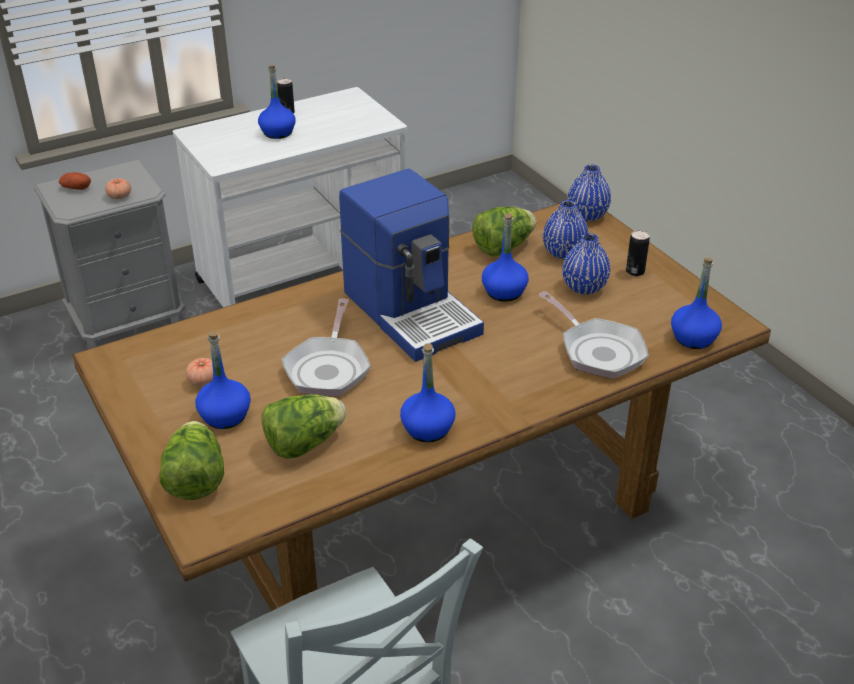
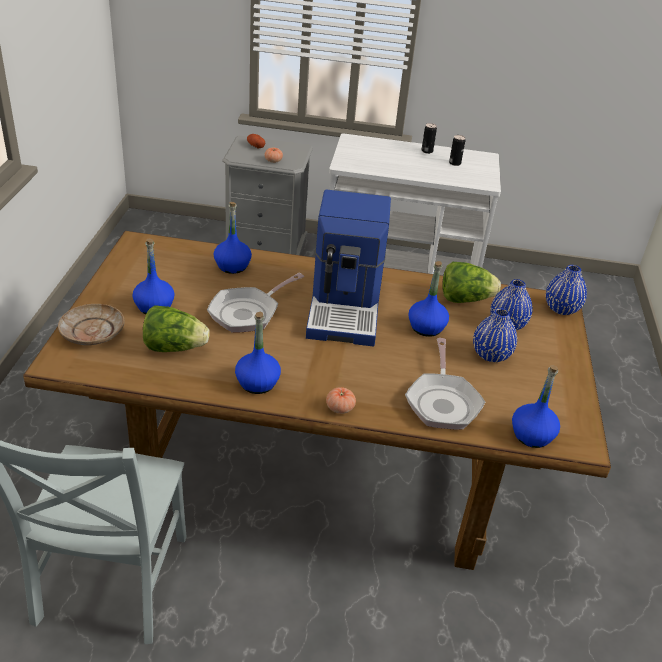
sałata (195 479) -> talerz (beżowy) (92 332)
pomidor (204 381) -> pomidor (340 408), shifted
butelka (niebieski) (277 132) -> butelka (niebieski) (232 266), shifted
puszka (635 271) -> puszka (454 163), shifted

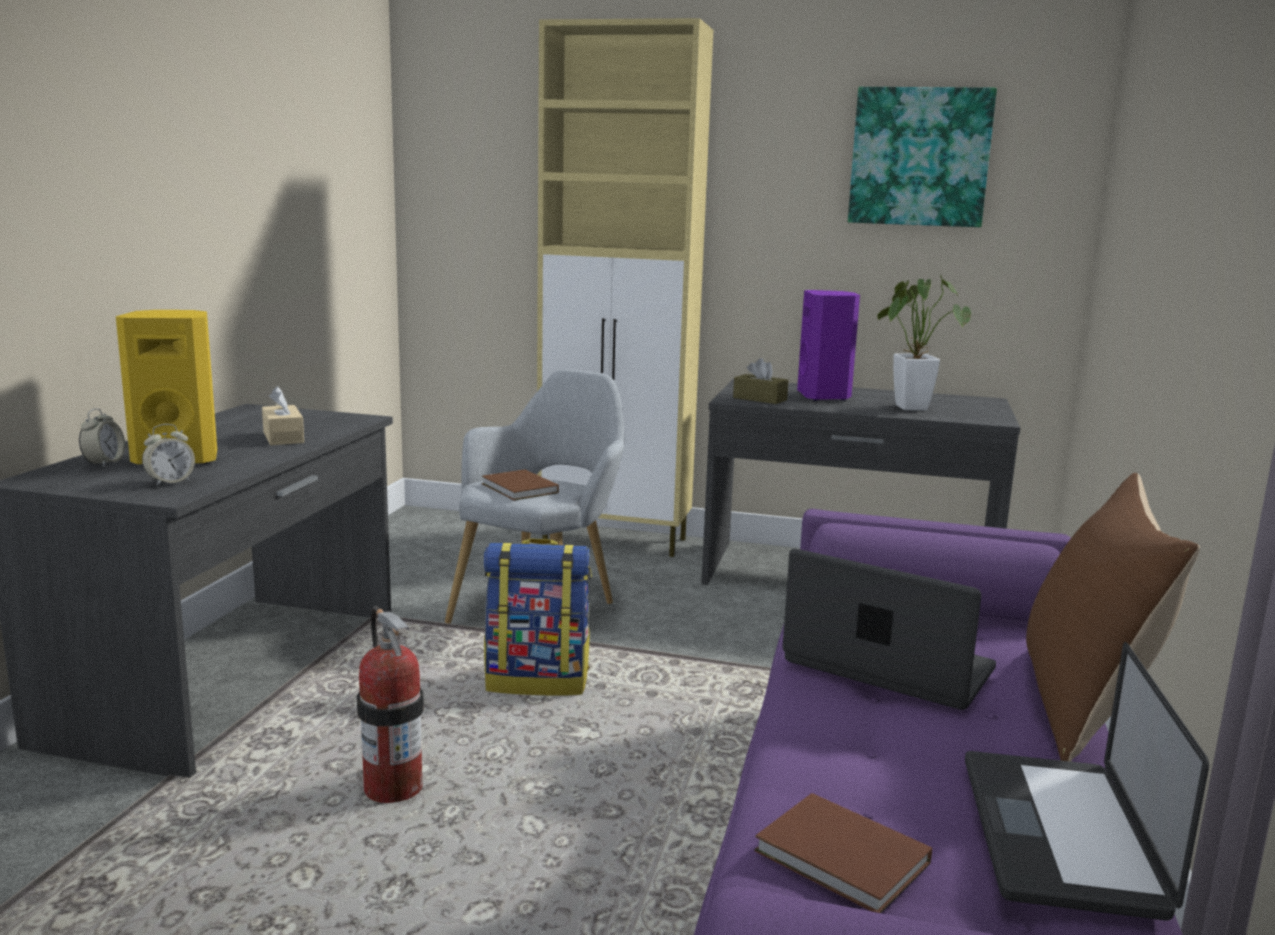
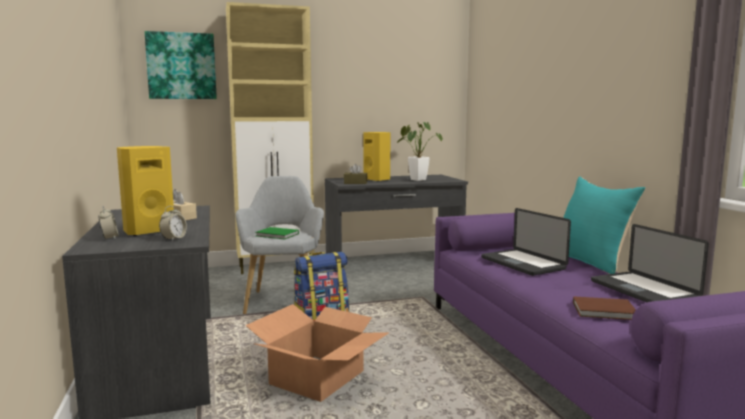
gaśnica (393 789) -> karton (318 378)
książka (brązowy) (519 489) -> książka (zielony) (277 235)
laptop (888 666) -> laptop (522 263), 120 degrees counterclockwise
głośnik (fioletowy) (824 396) -> głośnik (żółty) (378 180)
obraz (919 157) -> obraz (181 66), shifted
poduszka (brązowy) (1085 706) -> poduszka (turkusowy) (591 261)

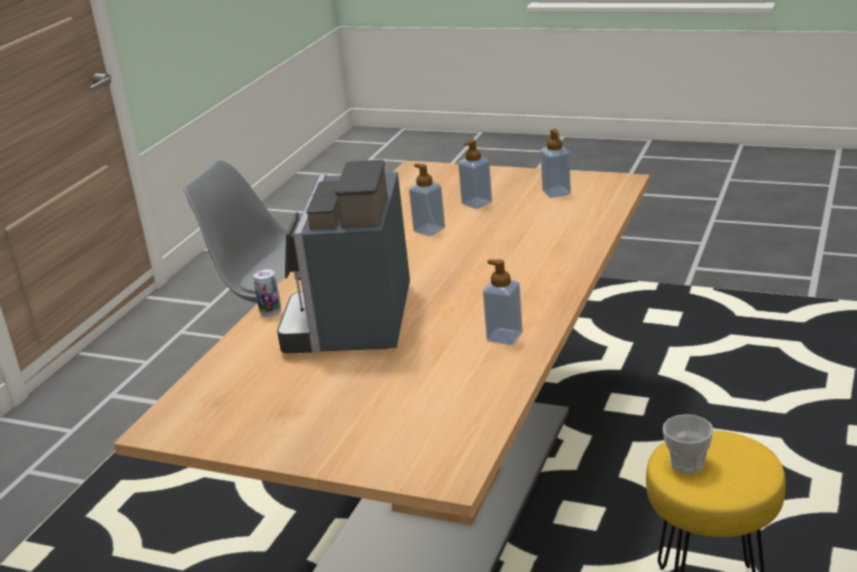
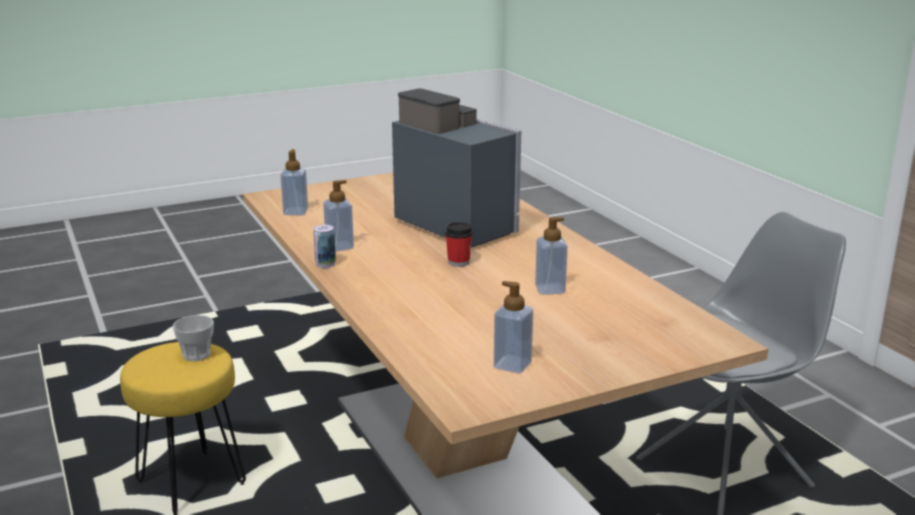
puszka (270 311) -> puszka (325 264), shifted
dozownik mydła (477 203) -> dozownik mydła (295 212), shifted
none -> filiżanka (458 262)

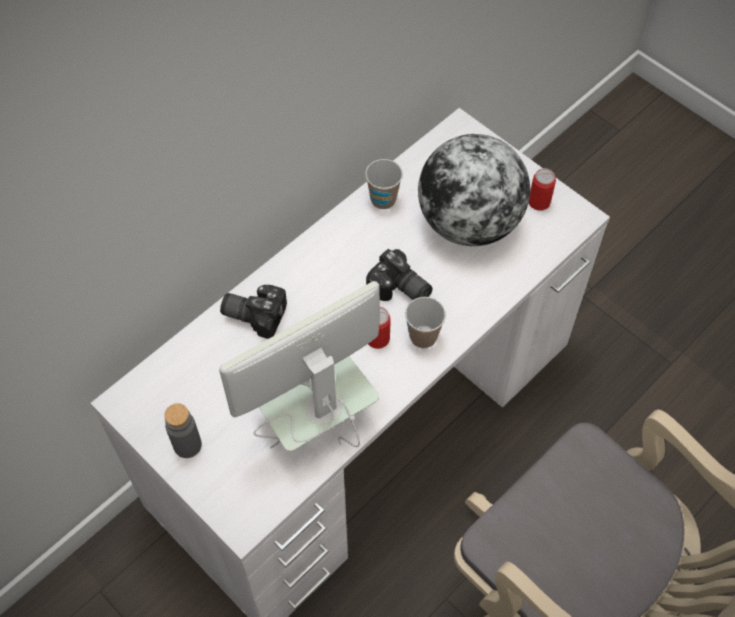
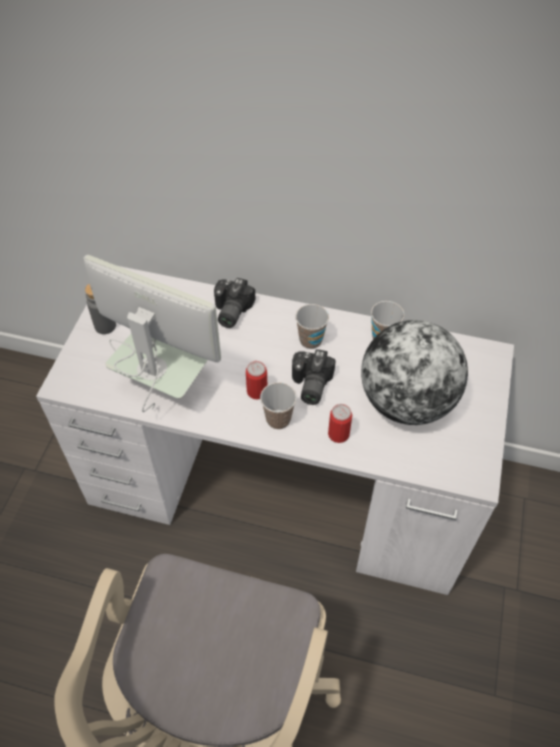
aparat fotograficzny (255 313) -> aparat fotograficzny (230 311), 150 degrees counterclockwise
puszka (539 202) -> puszka (338 434), shifted
none -> filiżanka (310 340)

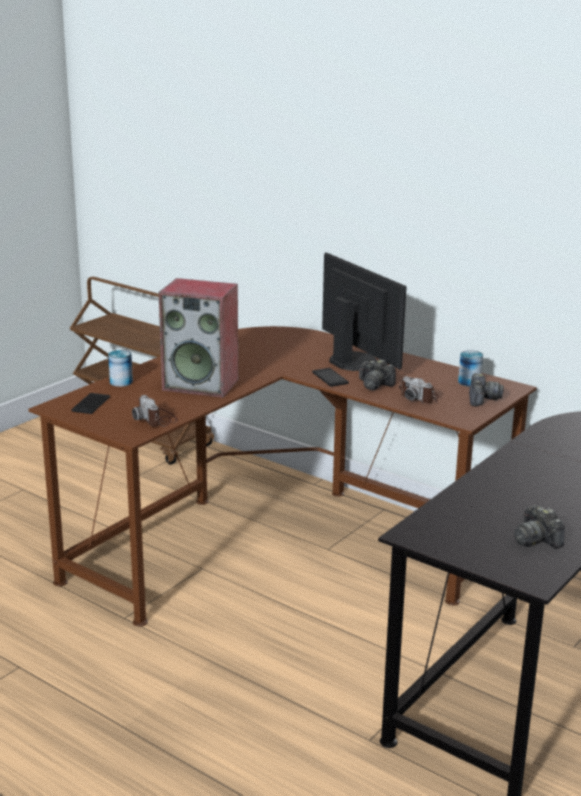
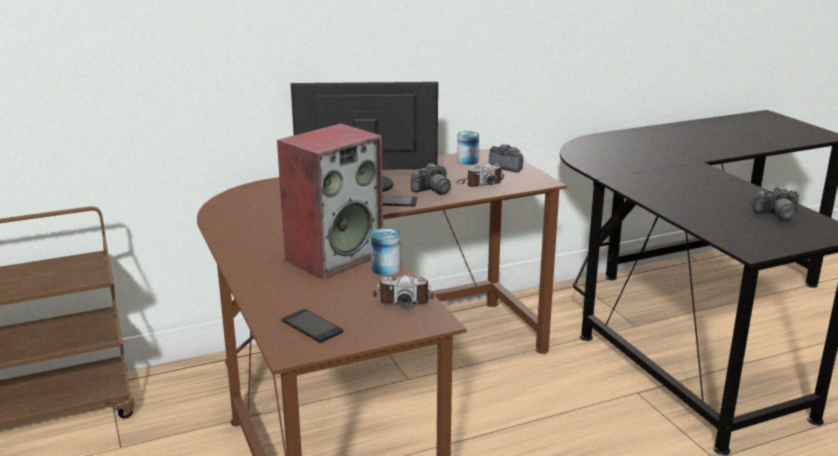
puszka (121 382) -> puszka (386 269), shifted

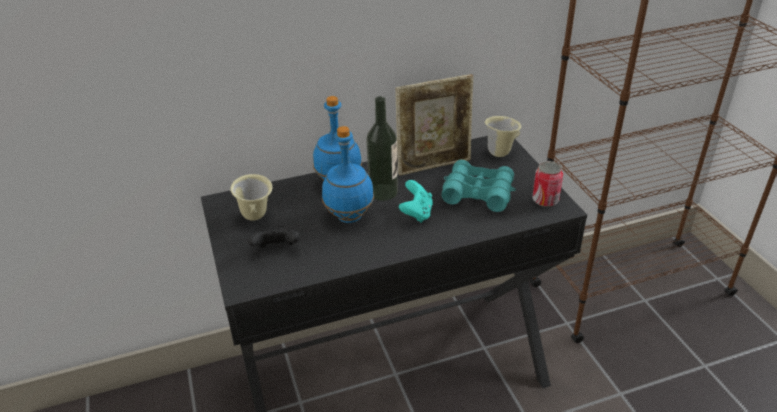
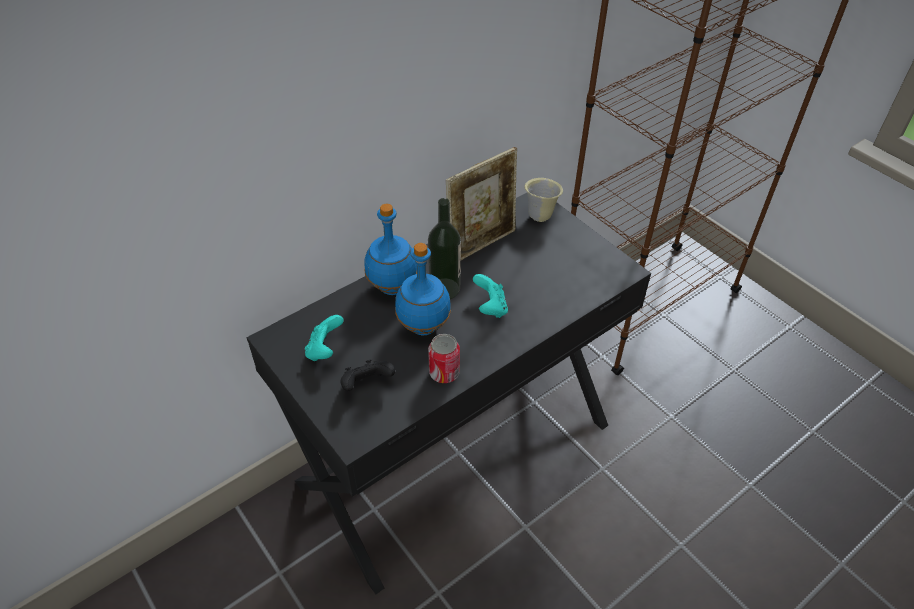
kubek (beżowy) (257 217) -> pad do gier (turkusowy) (325 350)
lornetka (turkusowy) (478 193) -> none
puszka (545 200) -> puszka (444 373), shifted

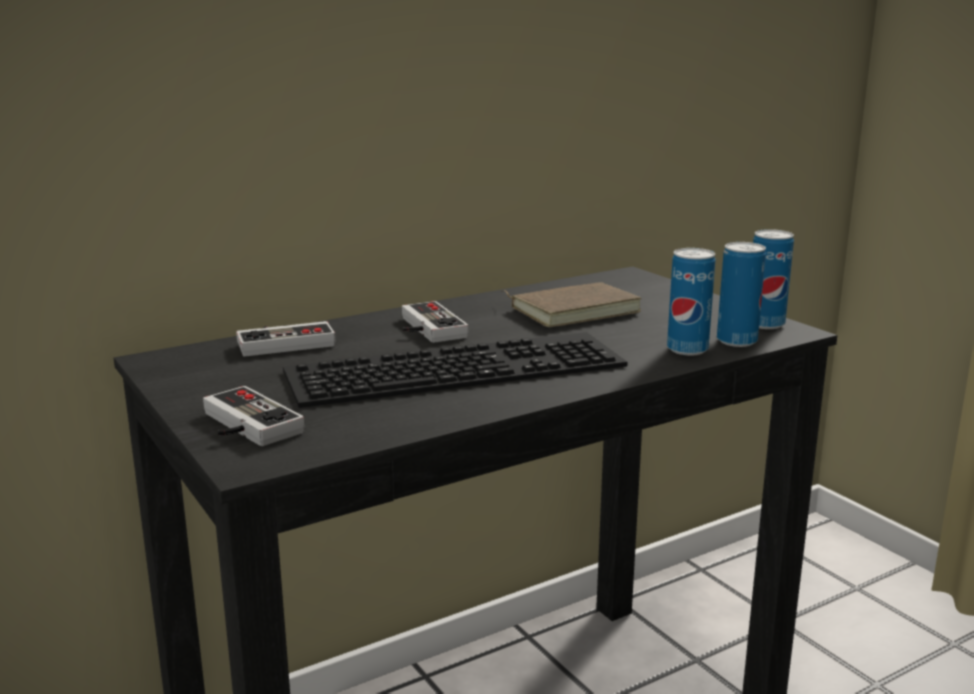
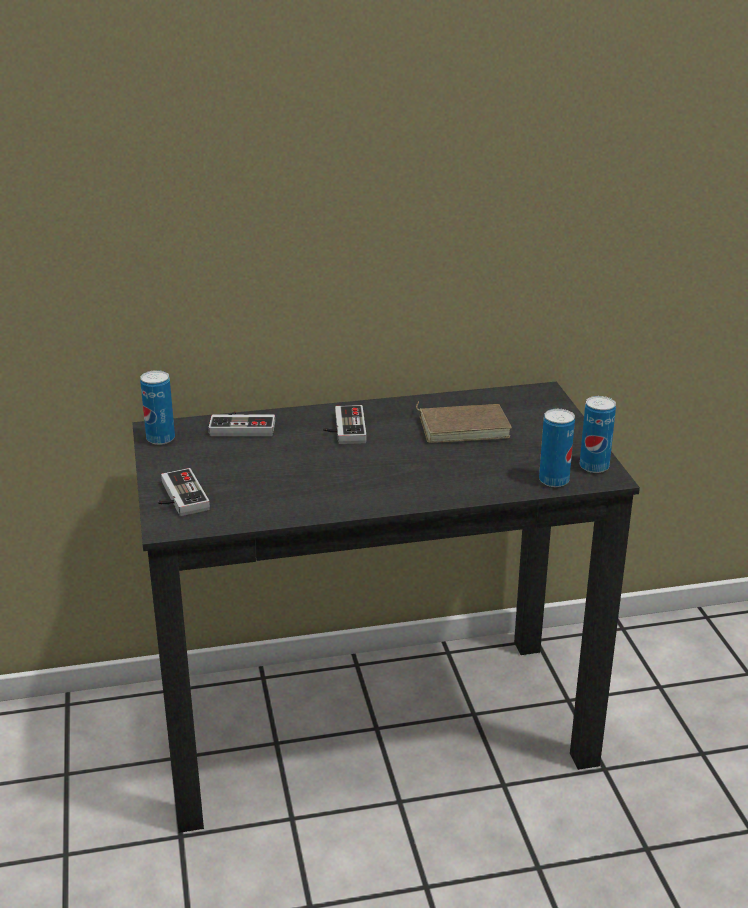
klawiatura (457 366) -> none
puszka (687 349) -> puszka (160 439), shifted

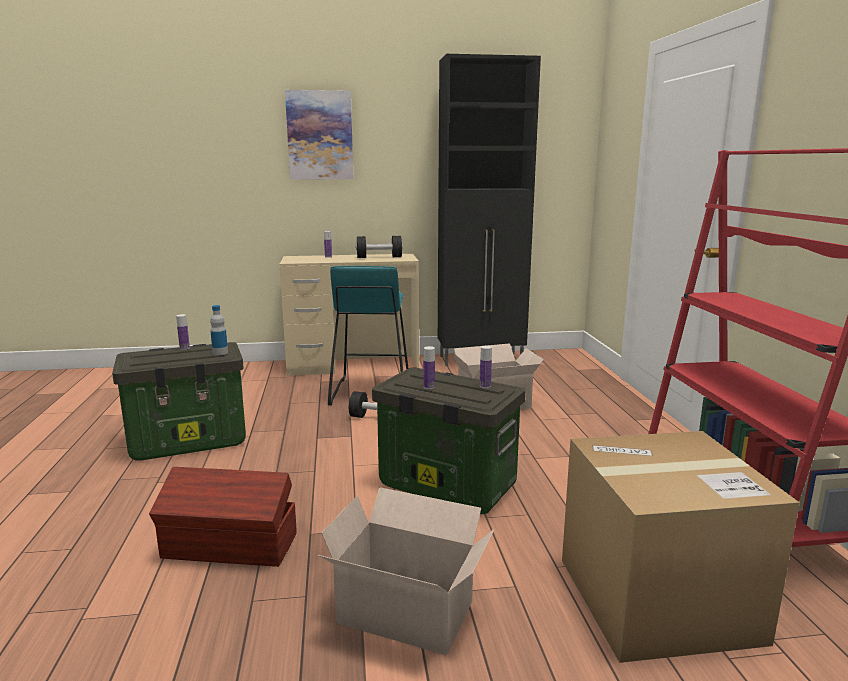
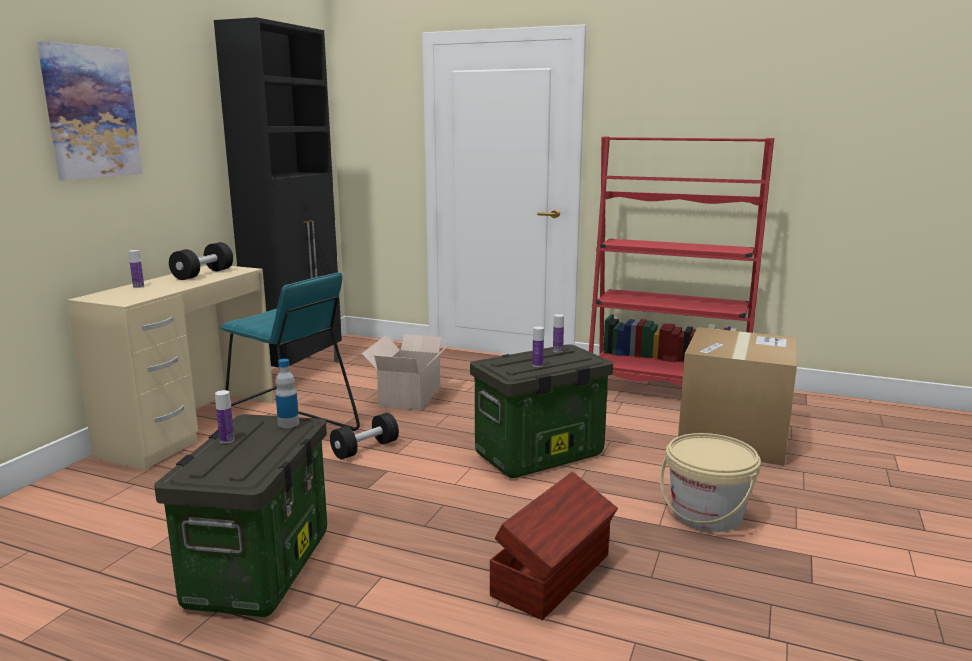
karton (408 614) -> wiadro (beżowy) (706 514)

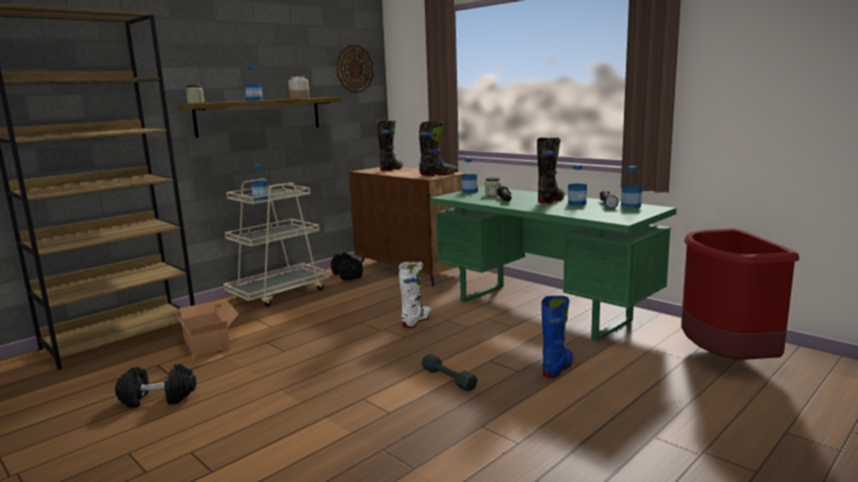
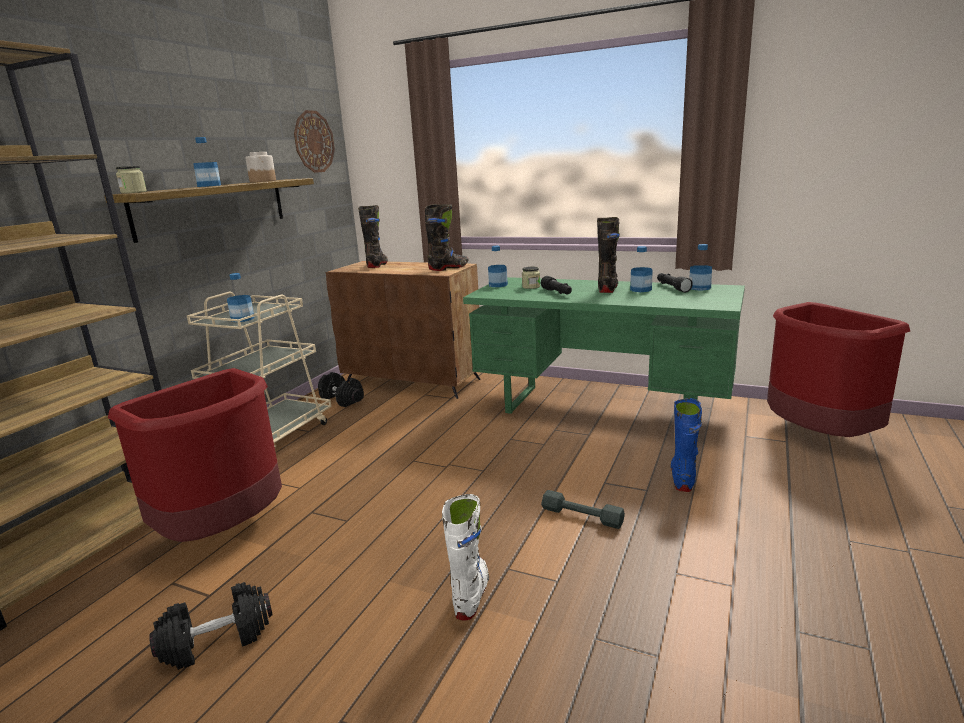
karton (208 342) -> kosz na śmieci (czerwony) (226 528)
but z cholewką (biały) (417 321) -> but z cholewką (biały) (471 594), shifted

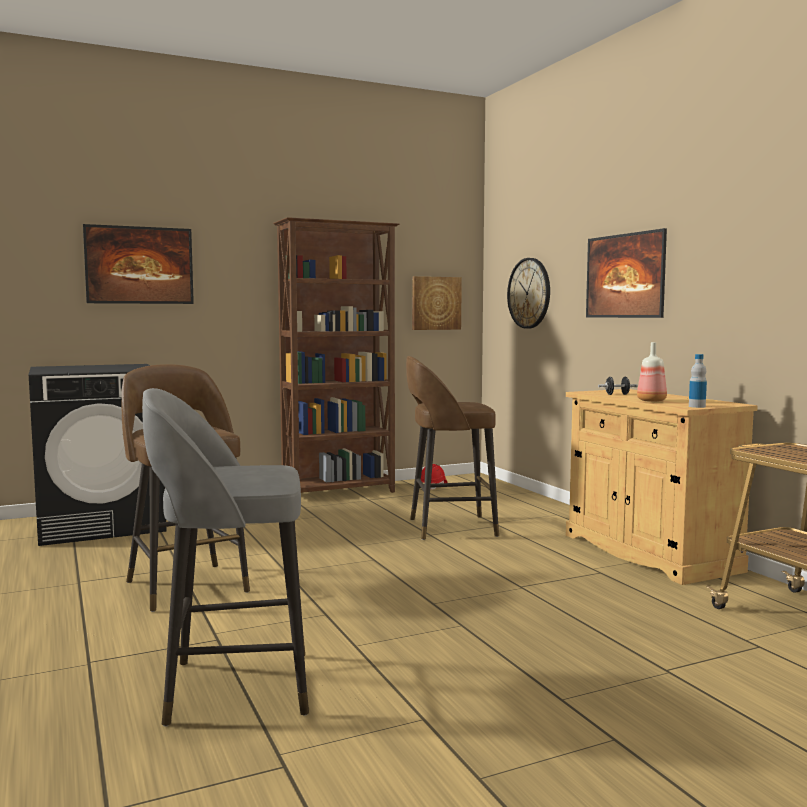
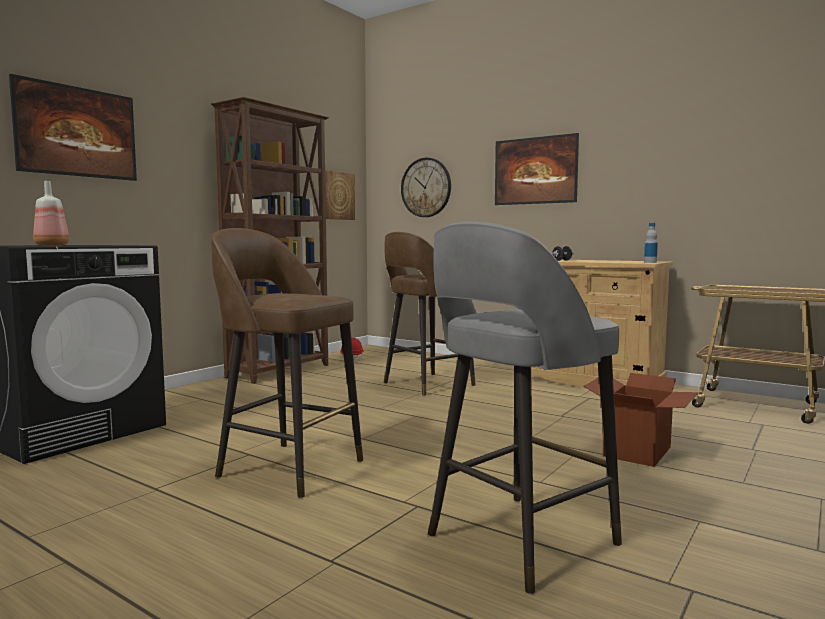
butelka (652 401) -> butelka (53 245), shifted
none -> karton (638 451)

